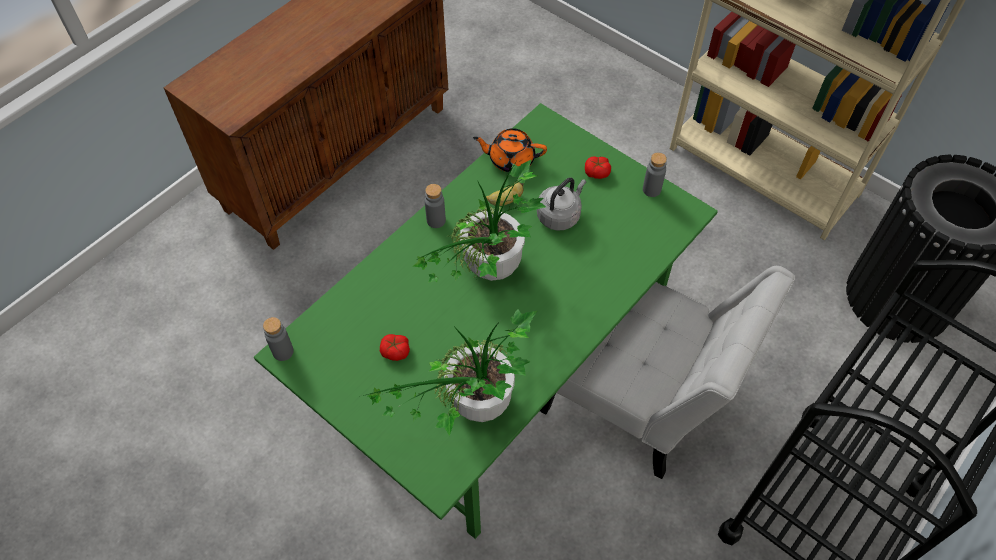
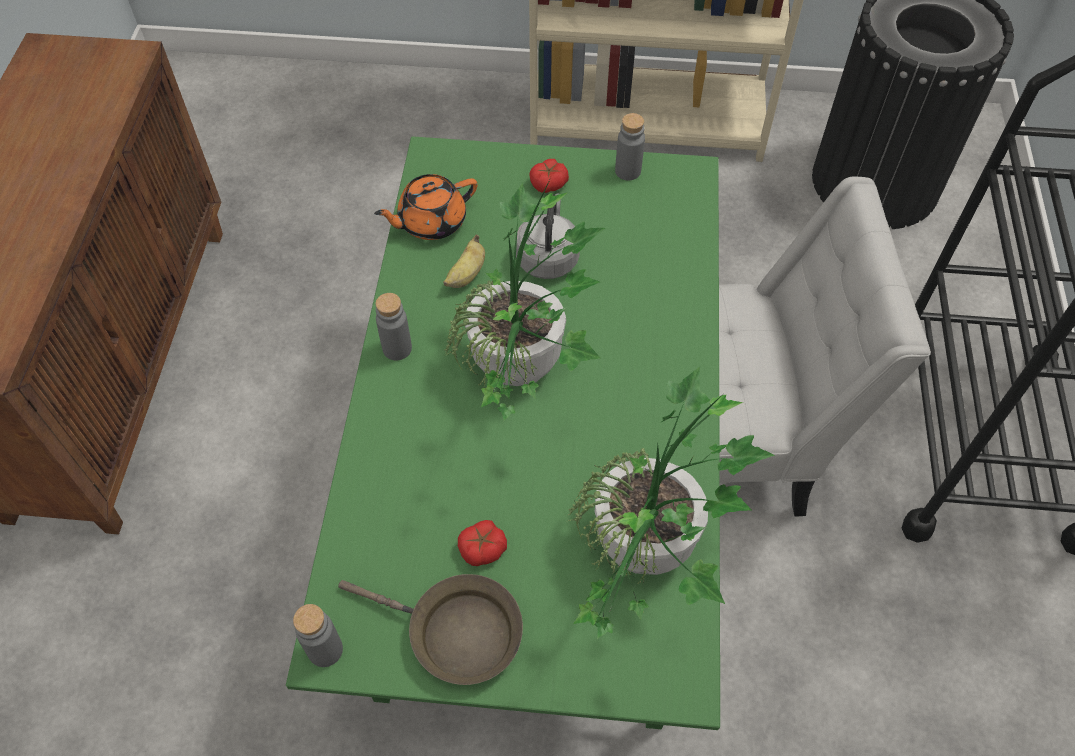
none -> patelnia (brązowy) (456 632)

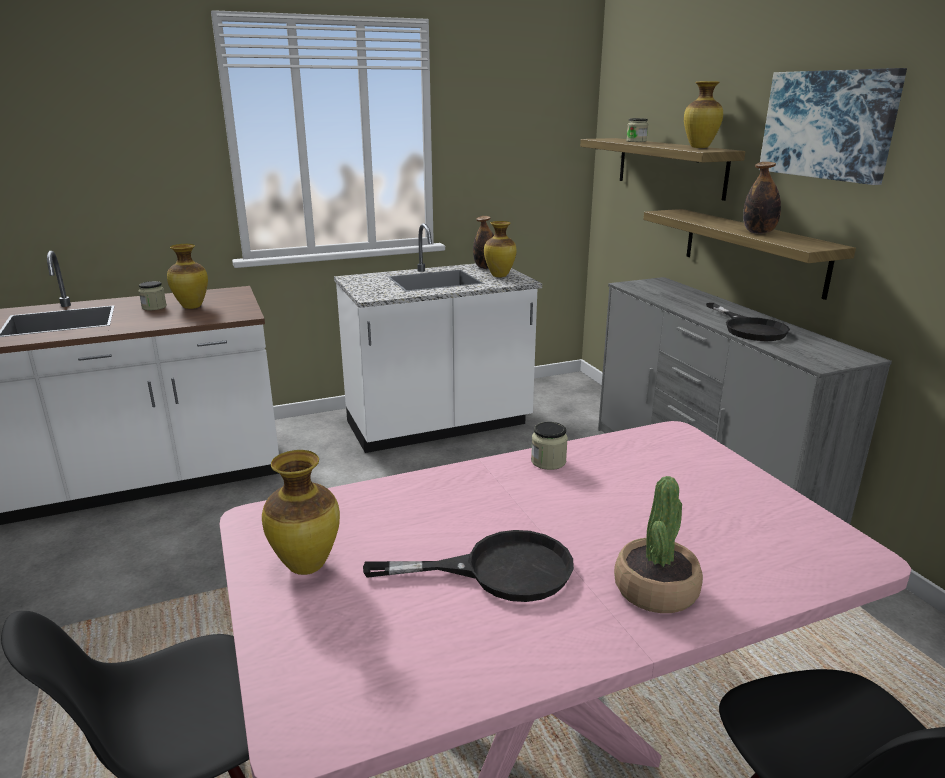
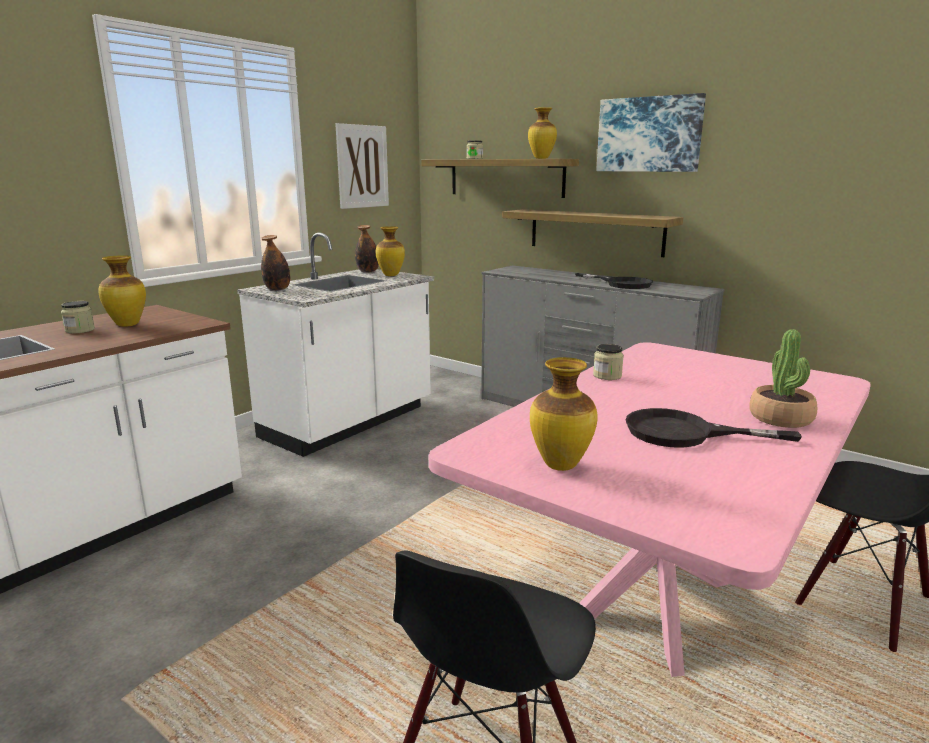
patelnia (czarny) (498 570) -> patelnia (czarny) (685 433), 135 degrees counterclockwise
butelka (758 232) -> butelka (277 289), shifted
none -> obraz (362 166)

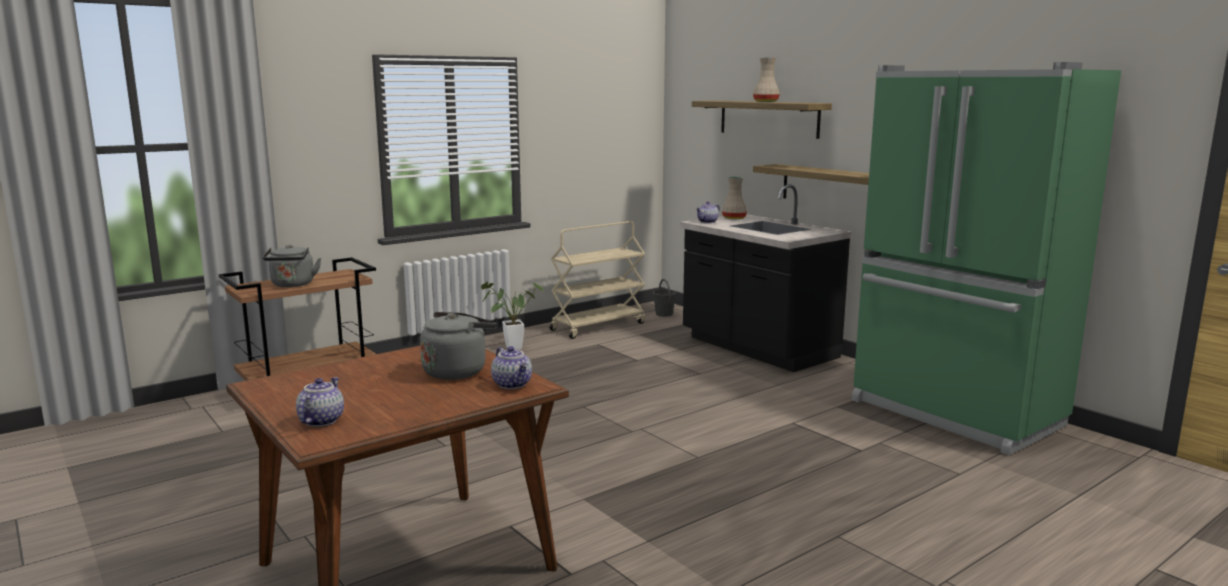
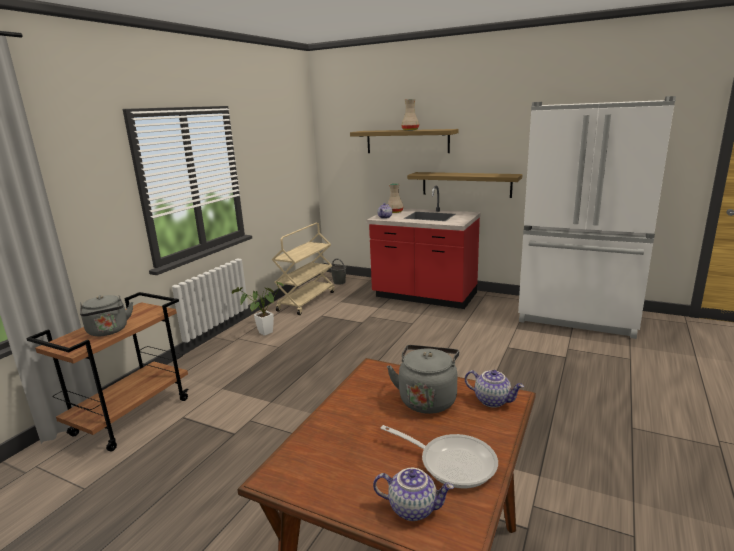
imbryk (320 420) -> imbryk (413 508), 120 degrees clockwise
zabudowa kuchenna (czarny) (757 348) -> zabudowa kuchenna (czerwony) (424 296)
lodówka (zielony) (954 414) -> lodówka (biały) (578 317)
none -> patelnia (451 462)

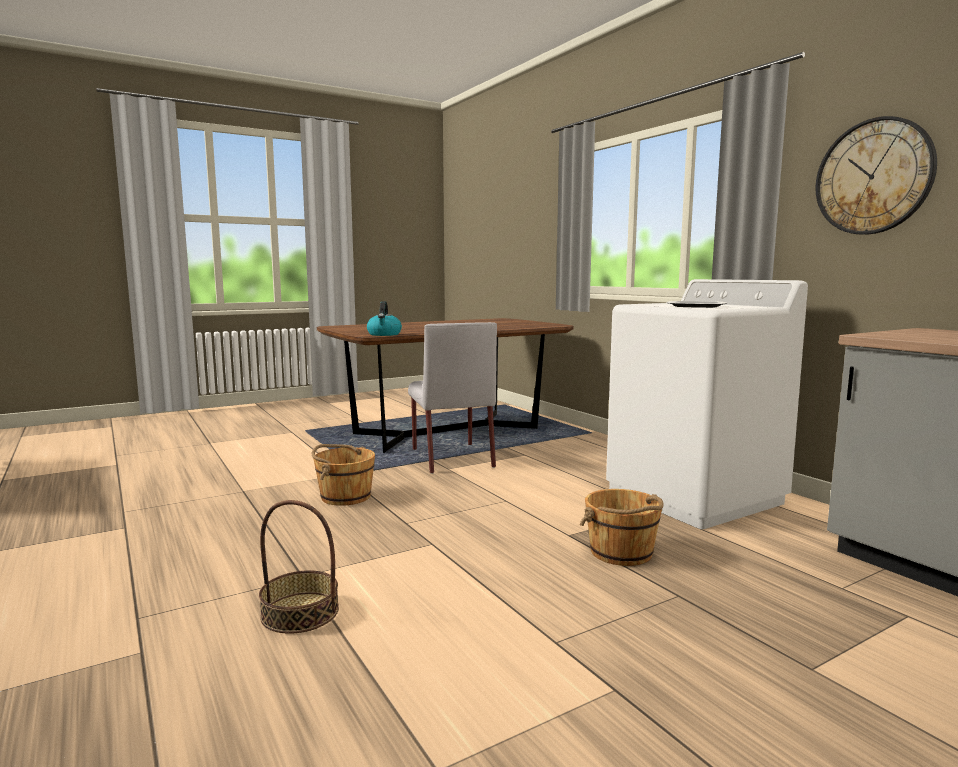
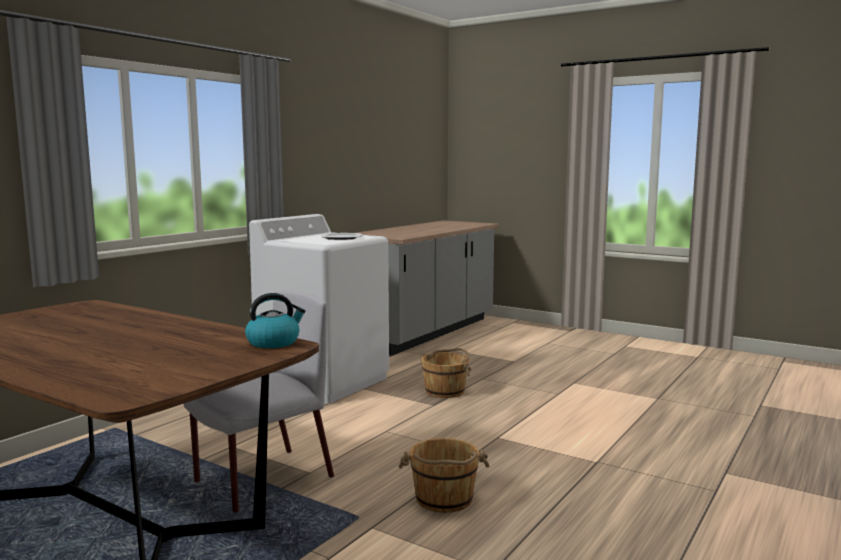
koszyk (300 612) -> none
zegar ścienny (873 177) -> none

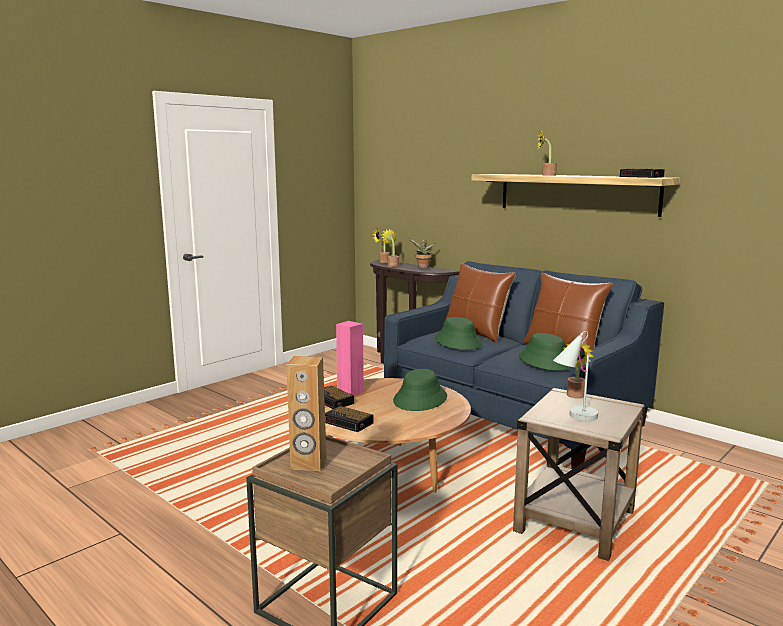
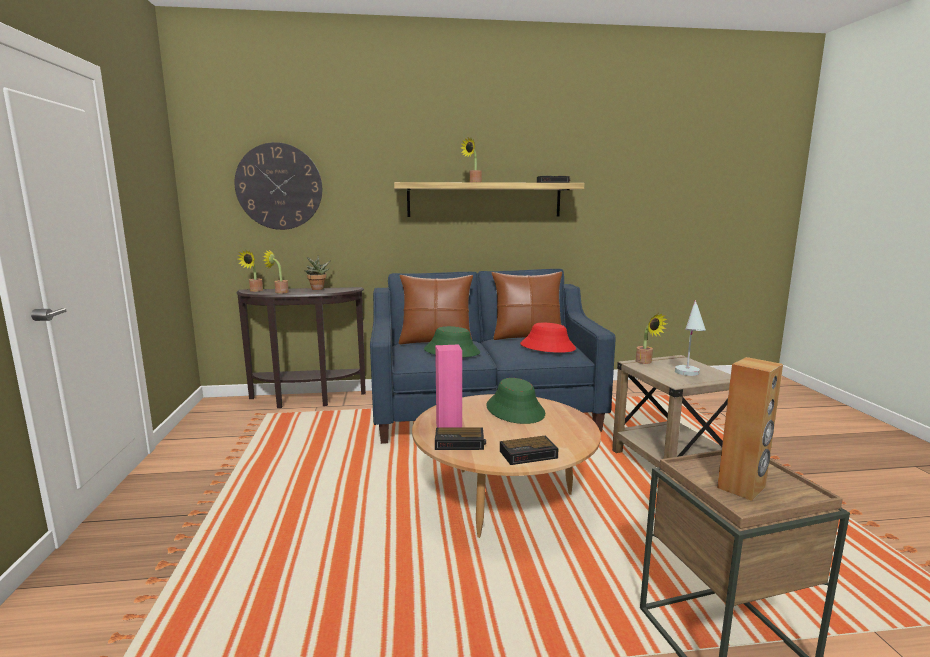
kapelusz (zielony) (545 361) -> kapelusz (czerwony) (547 347)
none -> zegar ścienny (279 186)

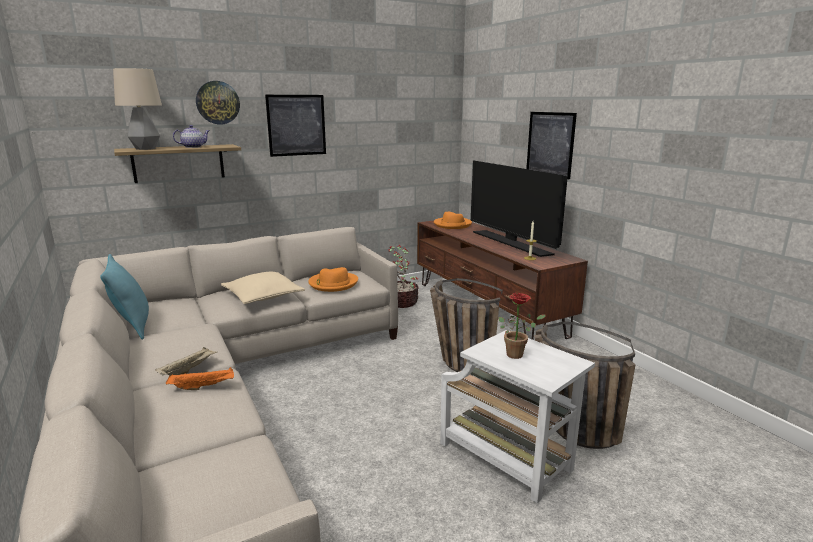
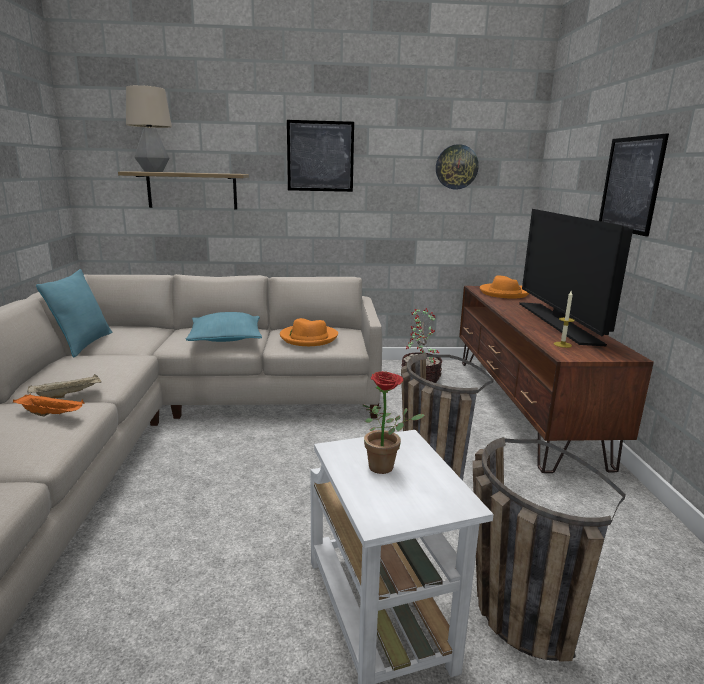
imbryk (193 147) -> none
zegar ścienny (217 102) -> zegar ścienny (456 167), shifted
poduszka (beżowy) (263 296) -> poduszka (turkusowy) (226 338)

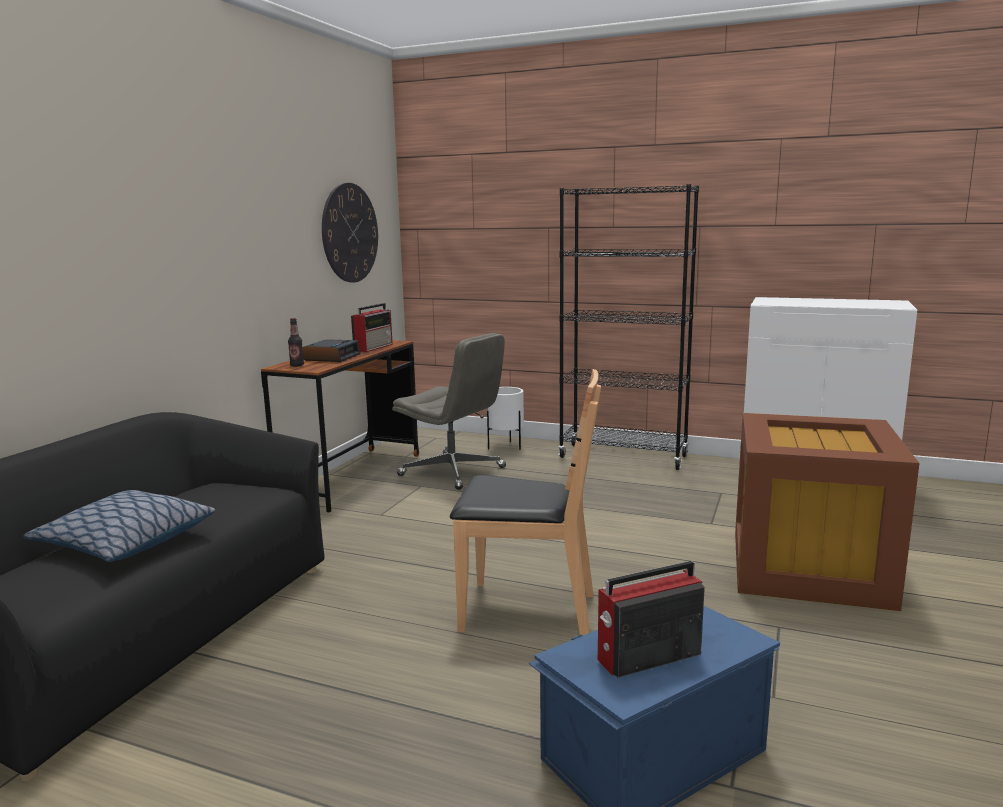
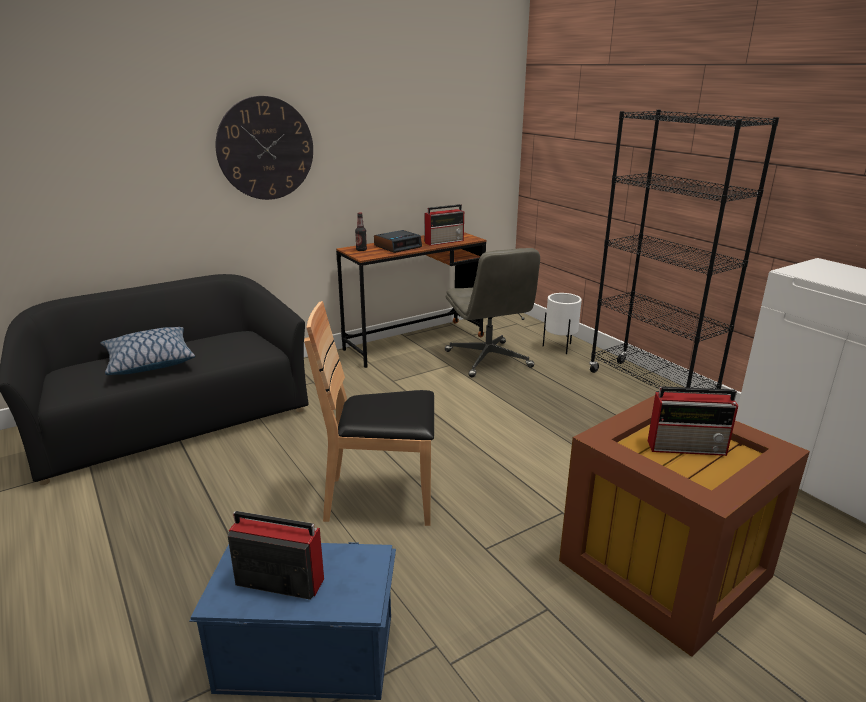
zegar ścienny (350 233) -> zegar ścienny (265 149), shifted
krzesło (brązowy) (526 610) -> krzesło (brązowy) (381 499), 135 degrees clockwise
none -> radio (688 447)

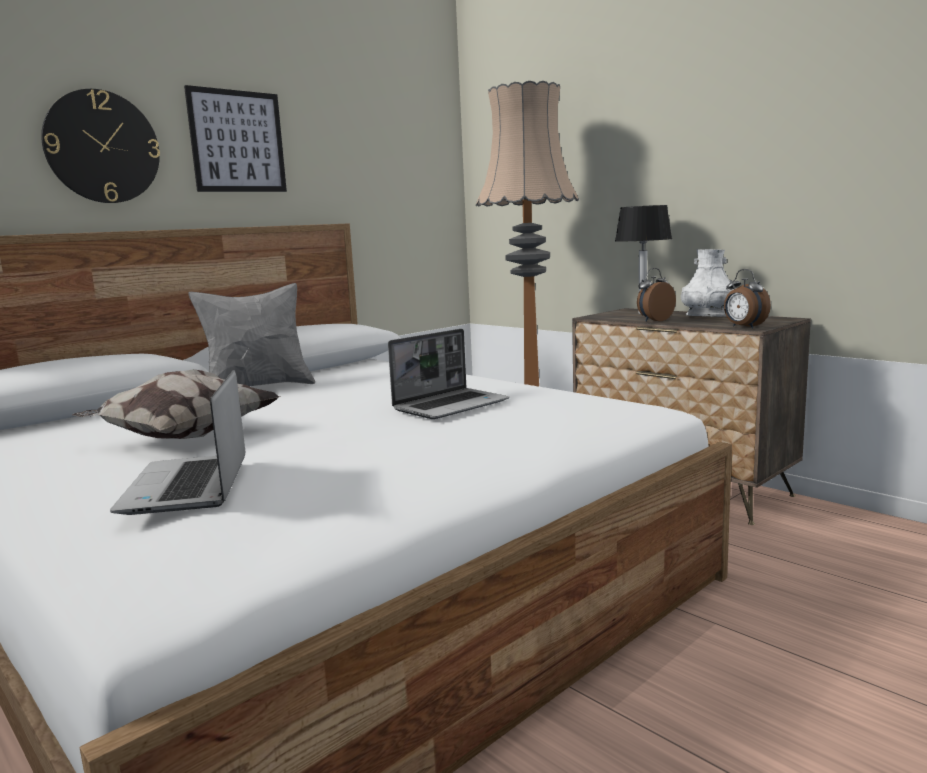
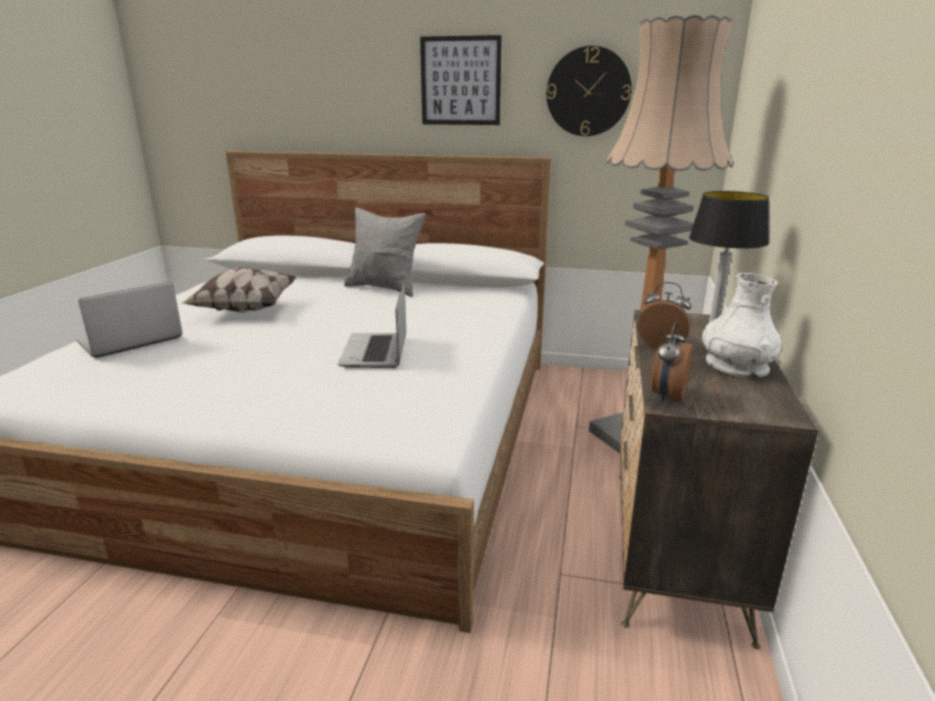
zegar ścienny (102 147) -> zegar ścienny (588 92), shifted
laptop (451 405) -> laptop (376 352), 75 degrees clockwise

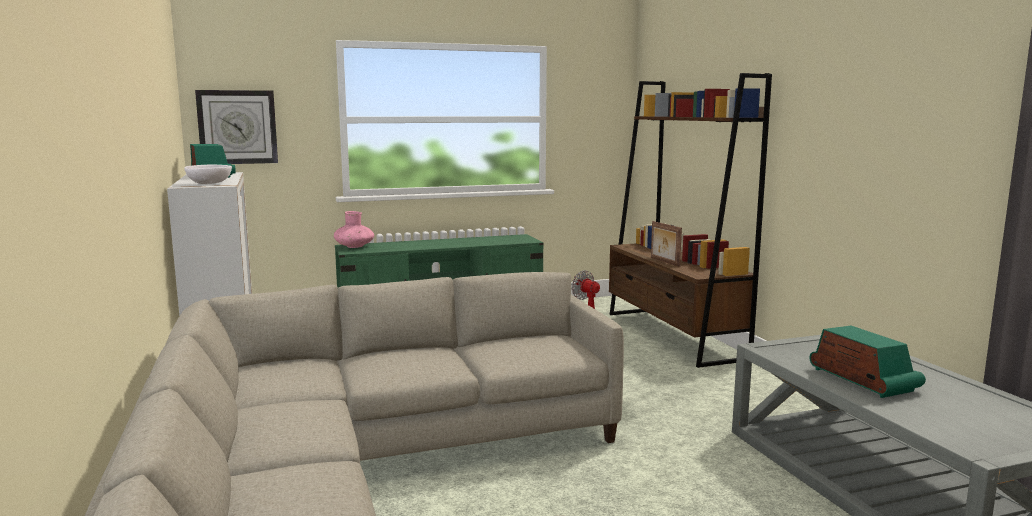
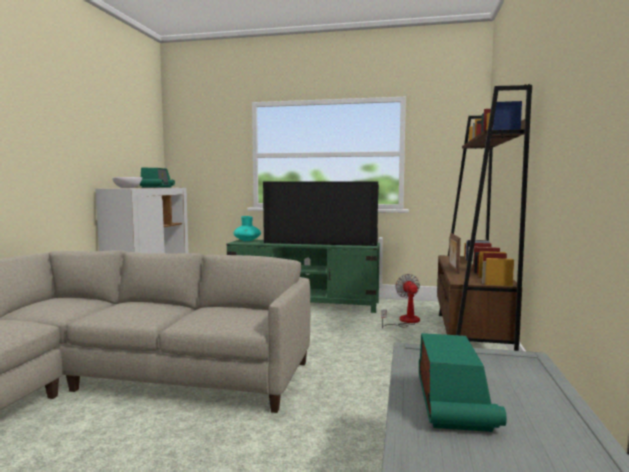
zegar ścienny (237 127) -> none
wazon (różowy) (354 246) -> wazon (turkusowy) (247 240)
none -> telewizor (320 243)

